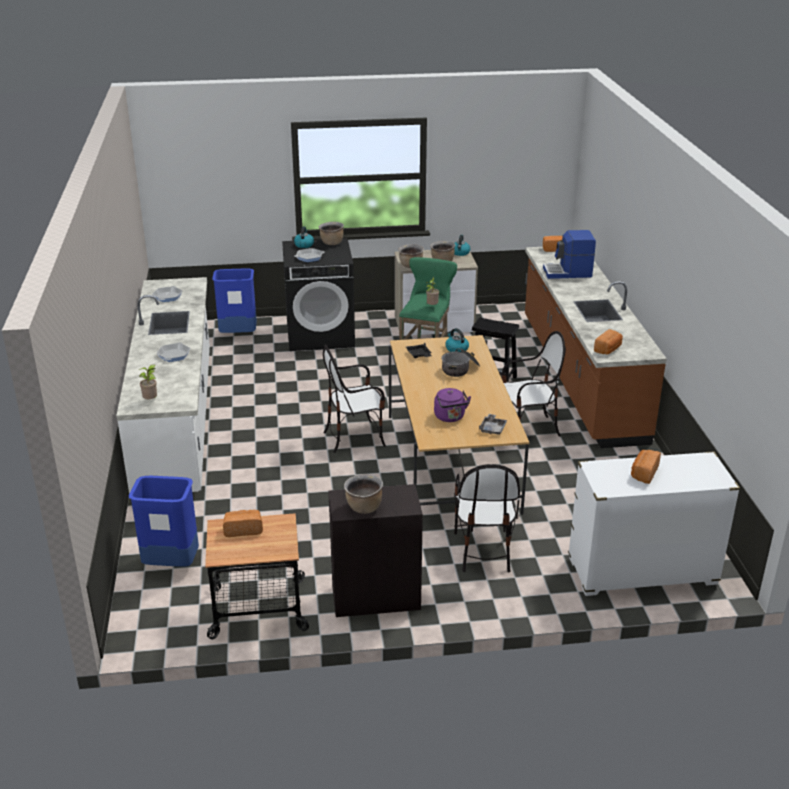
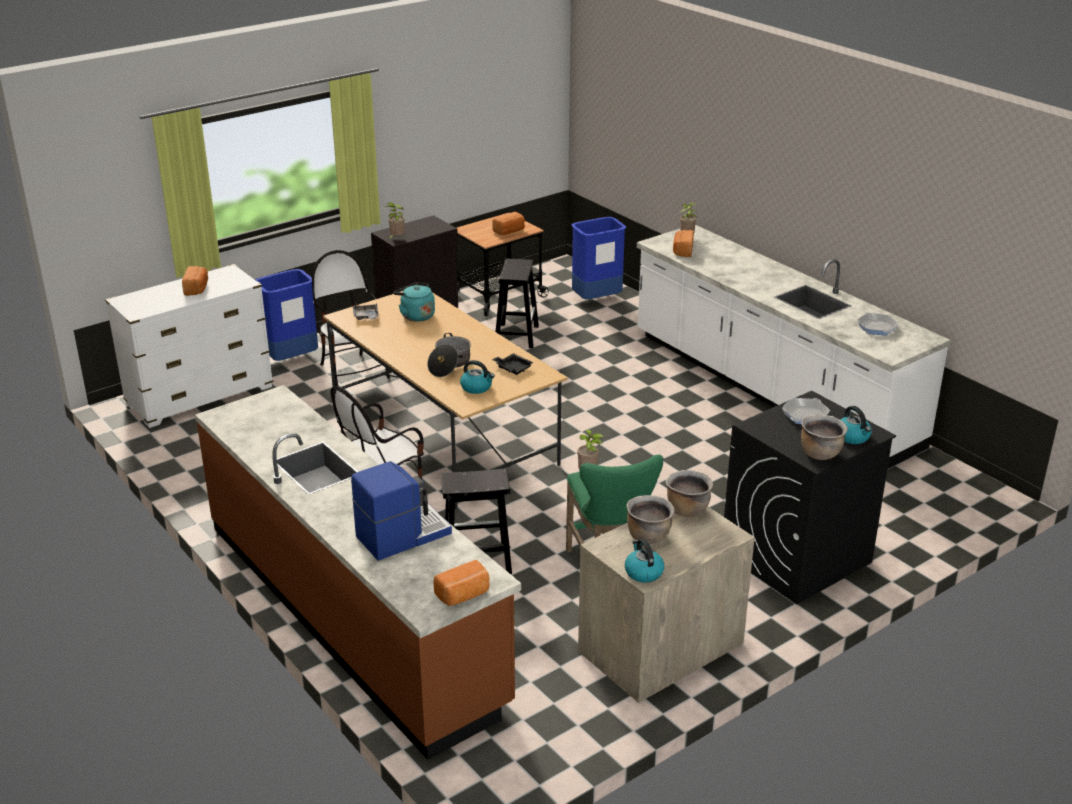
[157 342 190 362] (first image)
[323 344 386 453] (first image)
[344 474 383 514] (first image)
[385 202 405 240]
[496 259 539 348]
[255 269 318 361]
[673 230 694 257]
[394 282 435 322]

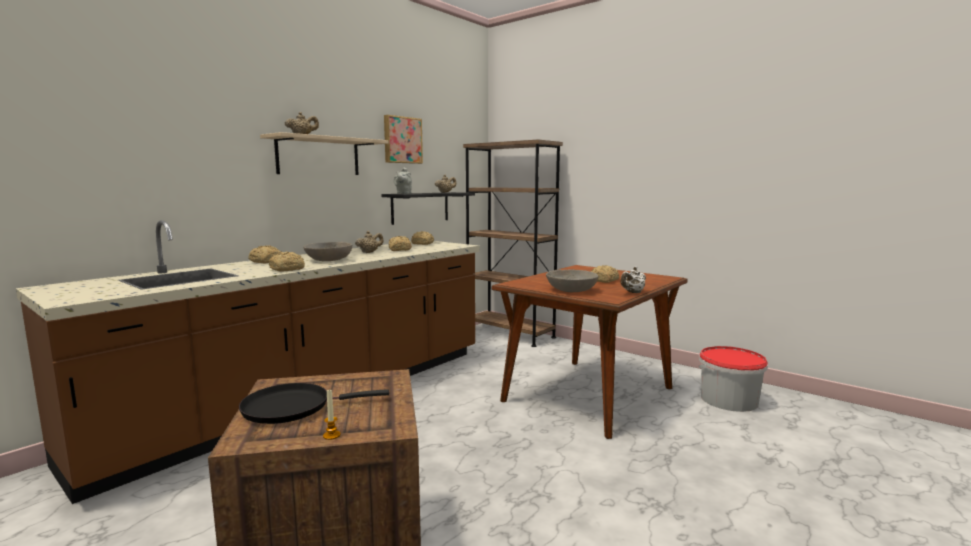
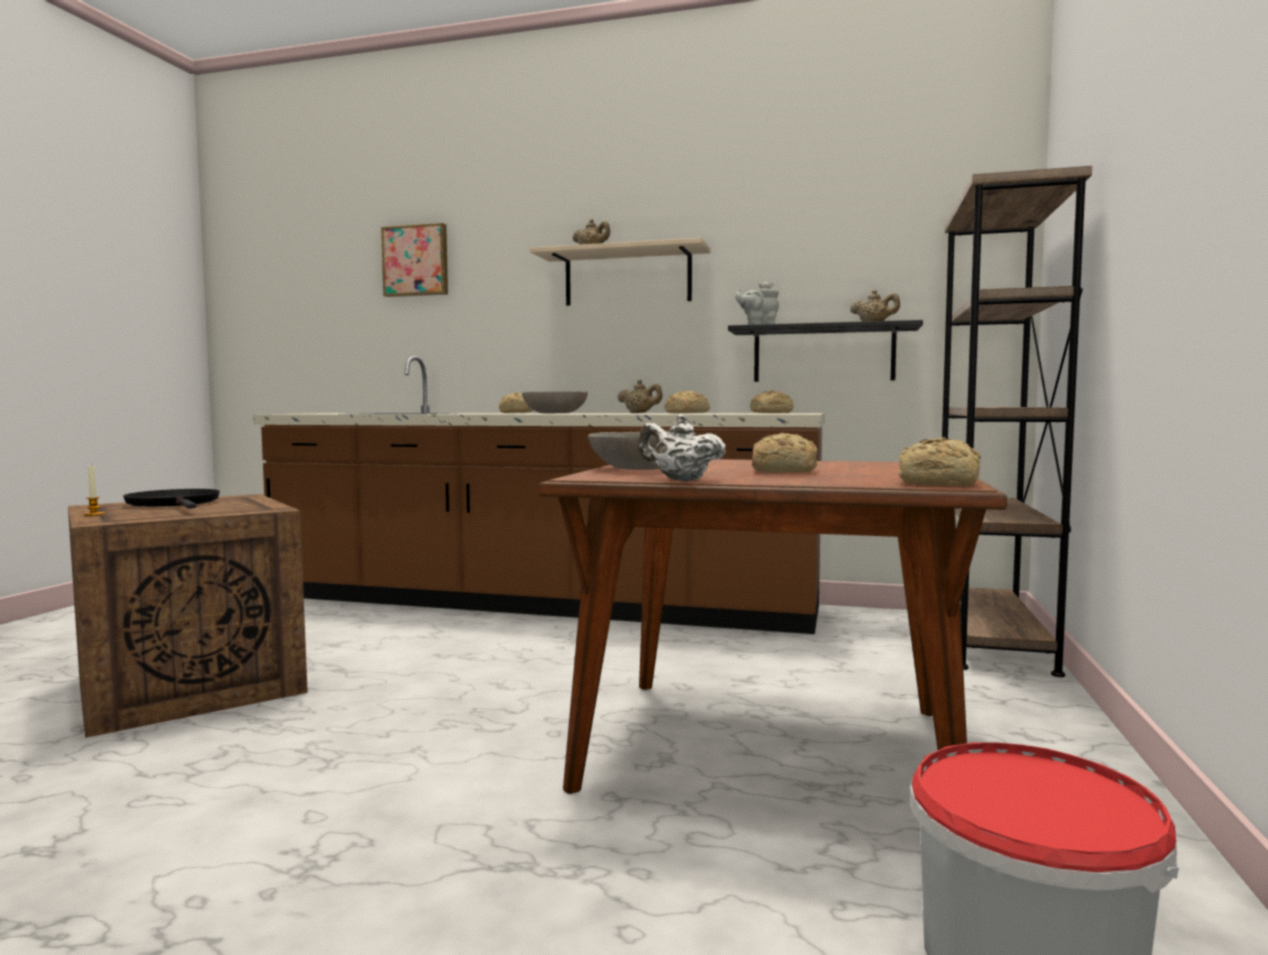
[899 437 981 487]
[381 223 448 297]

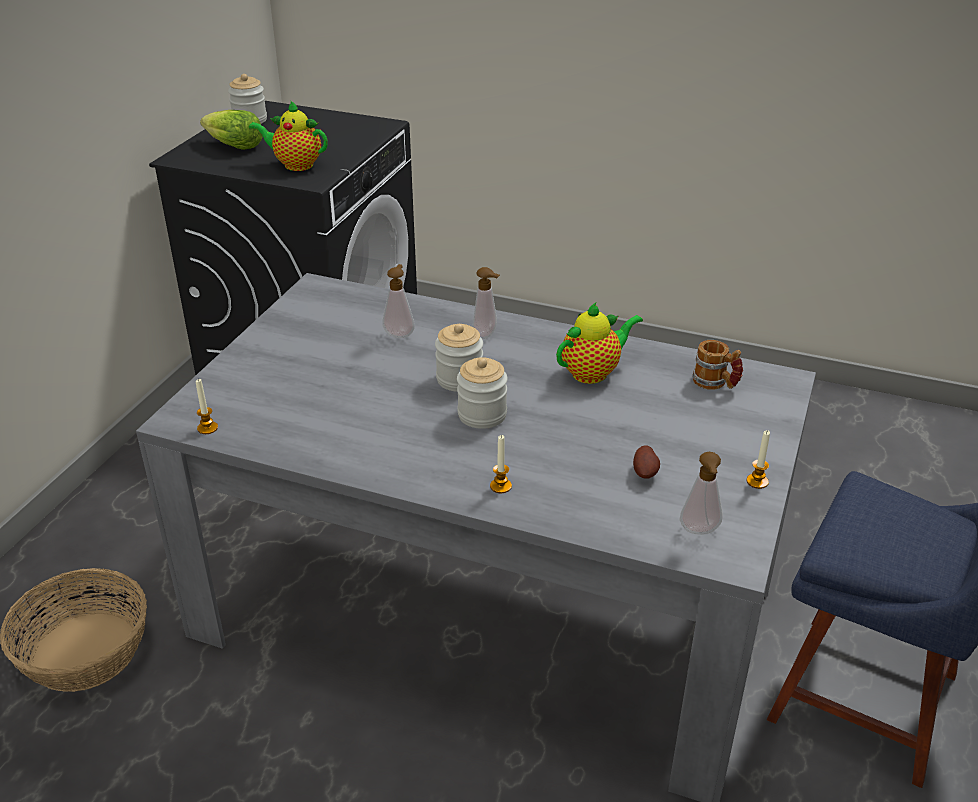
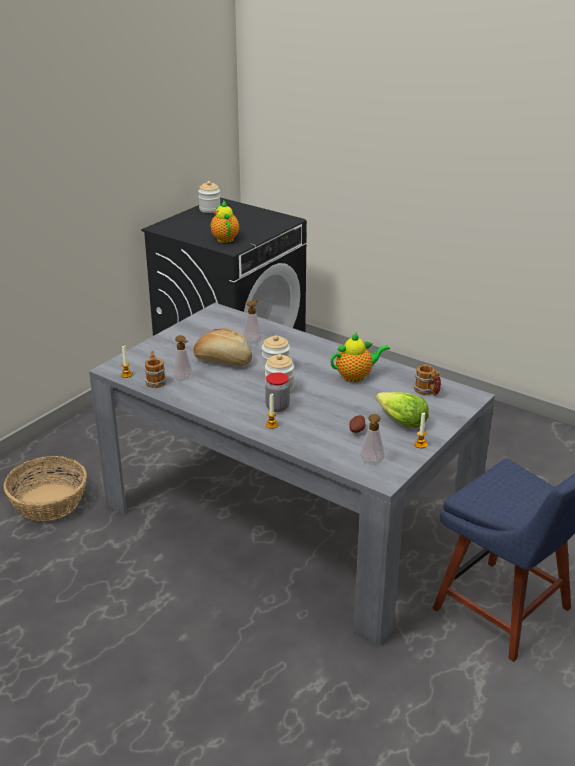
[145 351 166 388]
[193 328 252 366]
[265 372 290 412]
[376 392 429 428]
[173 335 192 381]
[210 201 239 243]

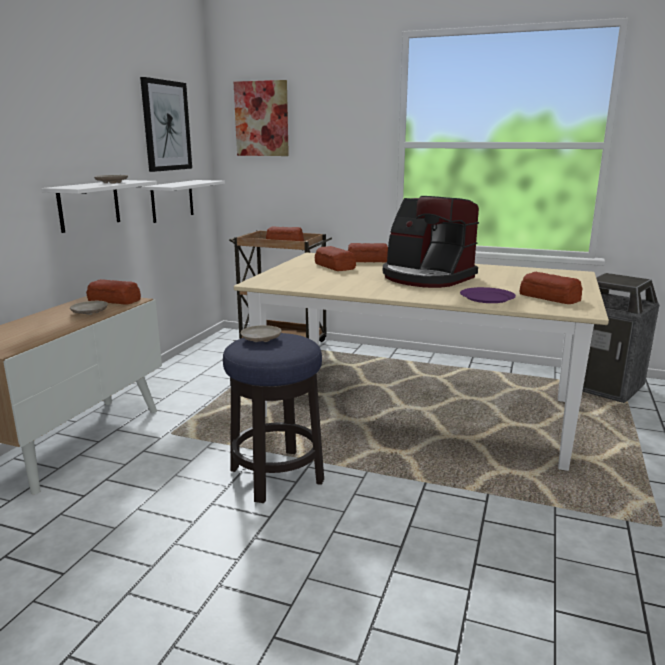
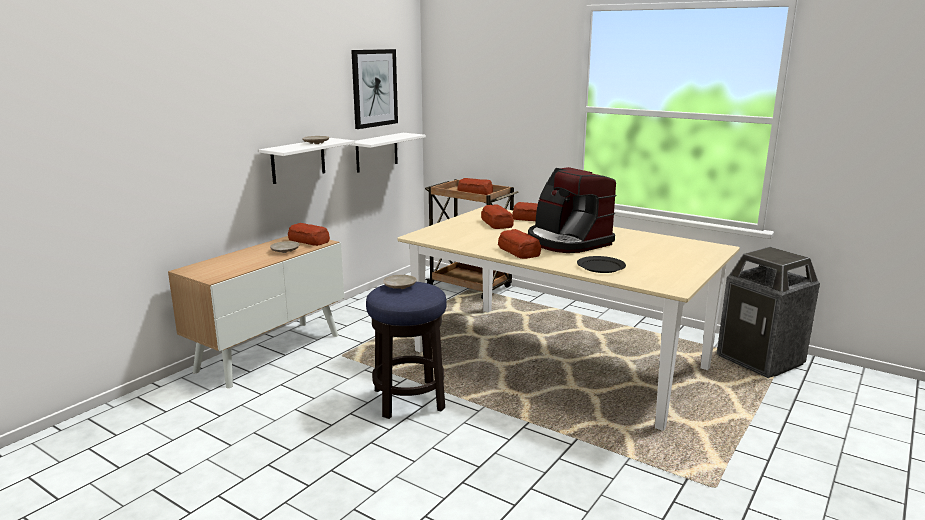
[234 80 289 156] (first image)
[498 229 541 259]
[577 256 626 273]

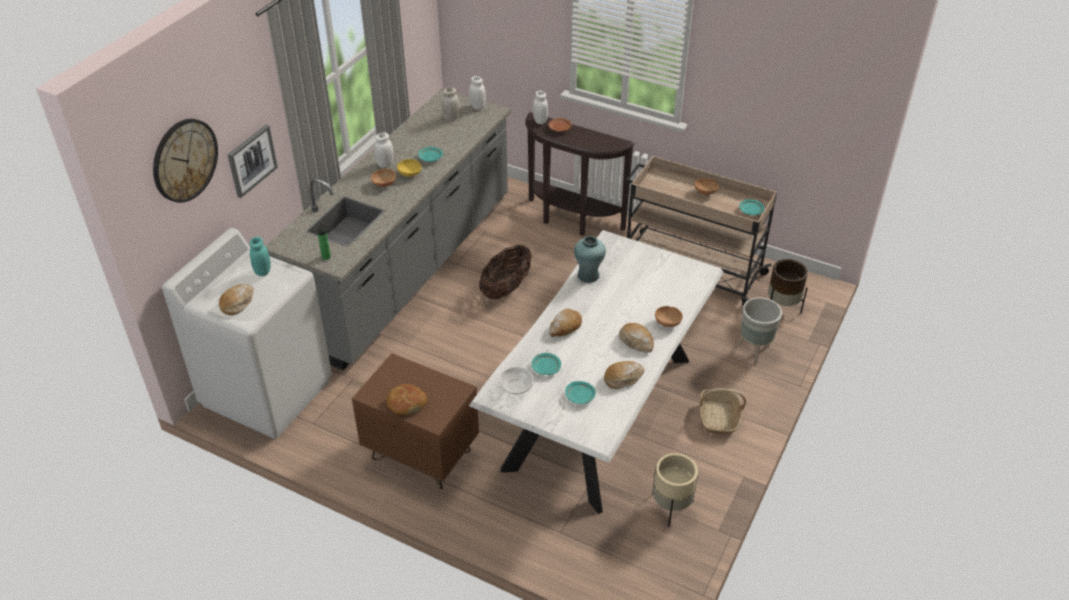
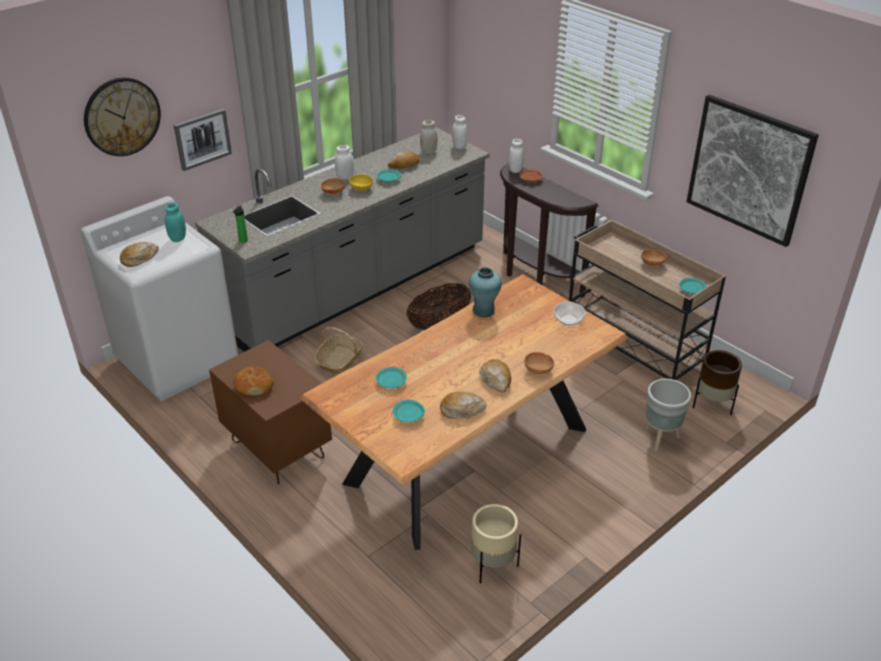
[687 95 819 247]
[554 302 586 325]
[388 151 420 169]
[314 327 363 374]
[300 274 628 550]

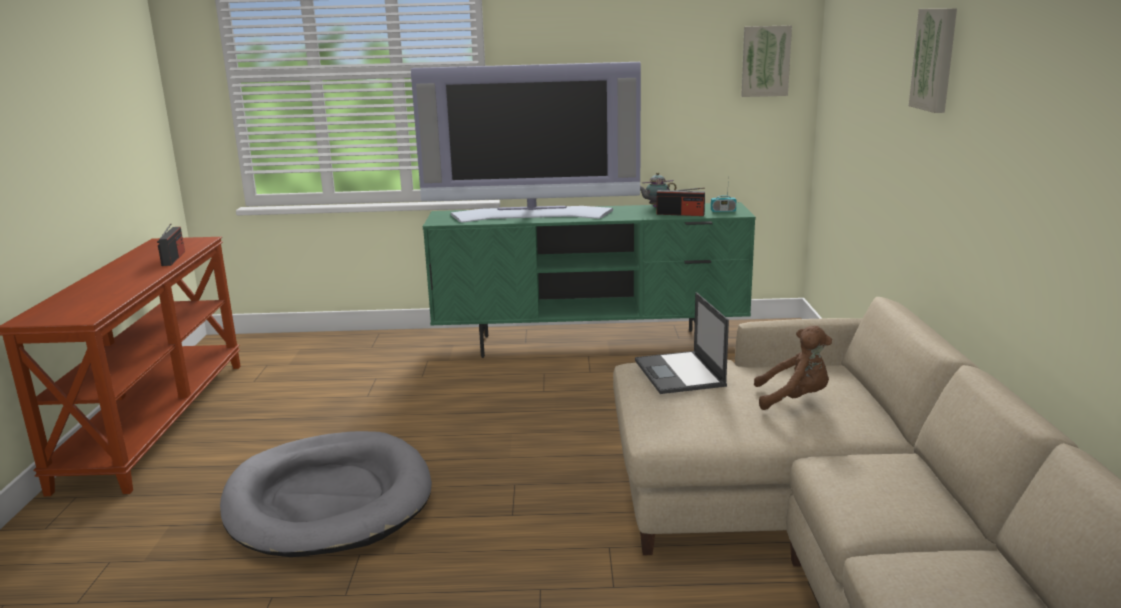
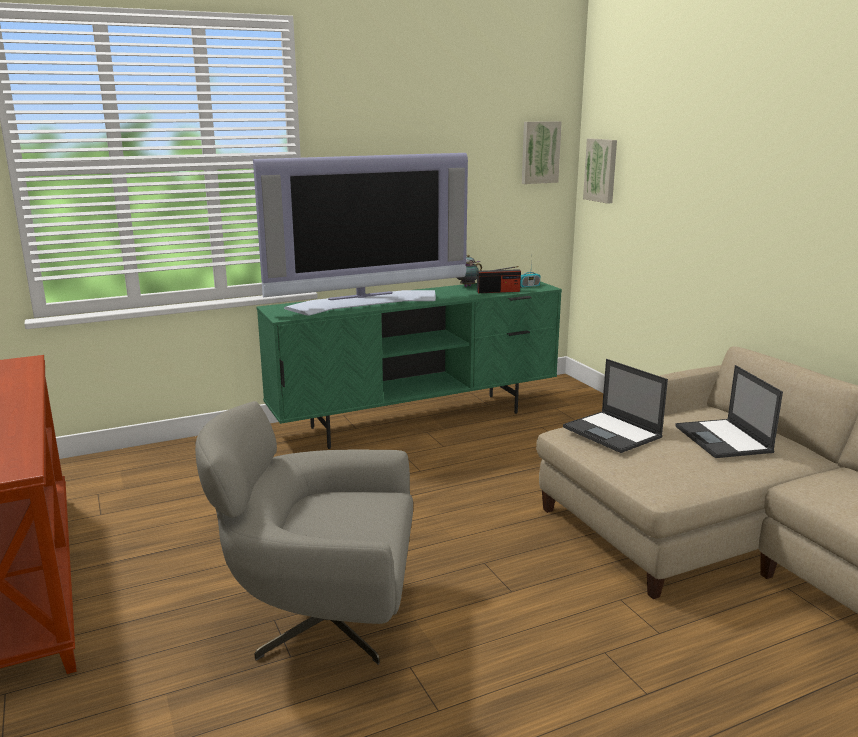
[157 223 185 266] (first image)
[583 138 617 204]
[195 401 413 665]
[675 365 783 458]

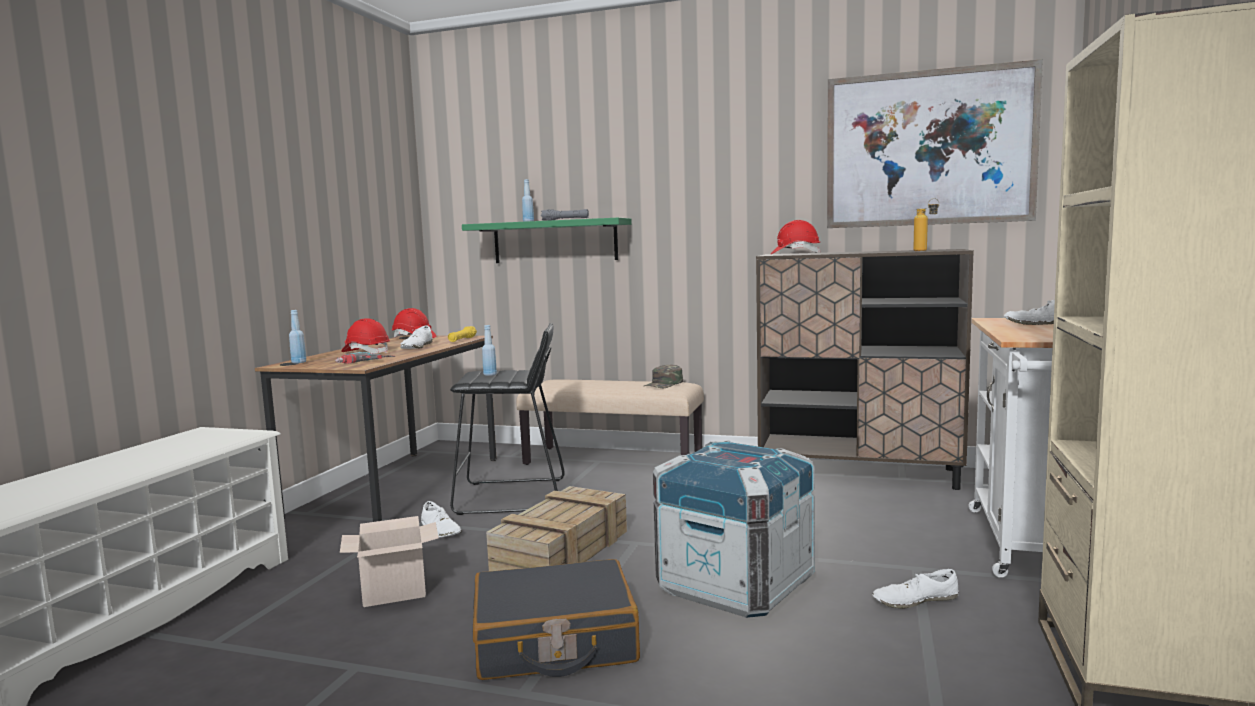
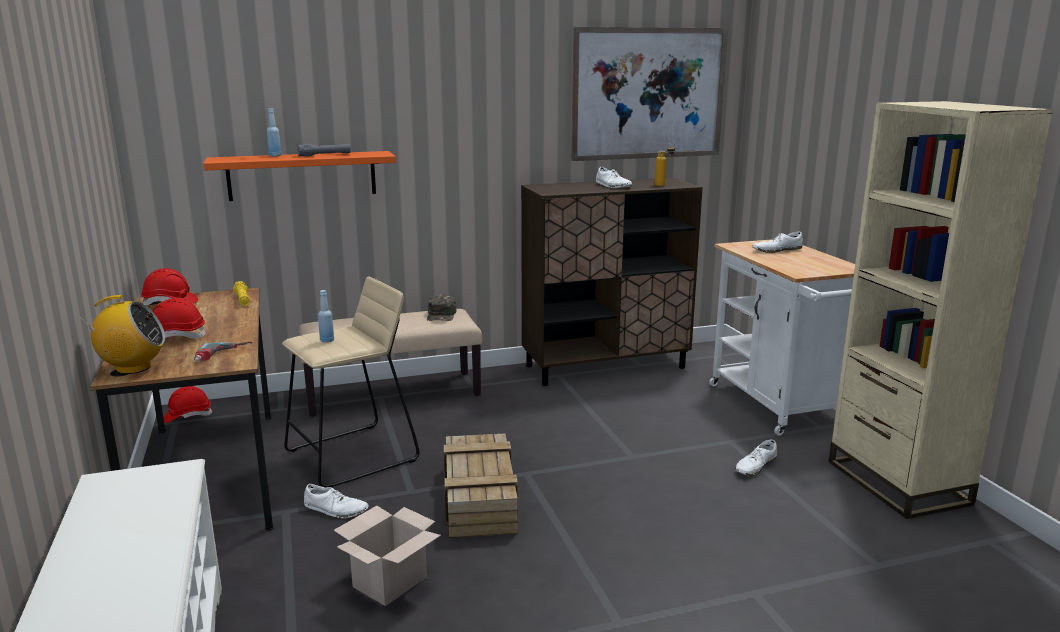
[473 559 640 680] (first image)
[653 440 815 618] (first image)
[596 167 632 188]
[163 386 213 423]
[80 295 165 374]
[282 276 419 488]
[203 151 396 201]

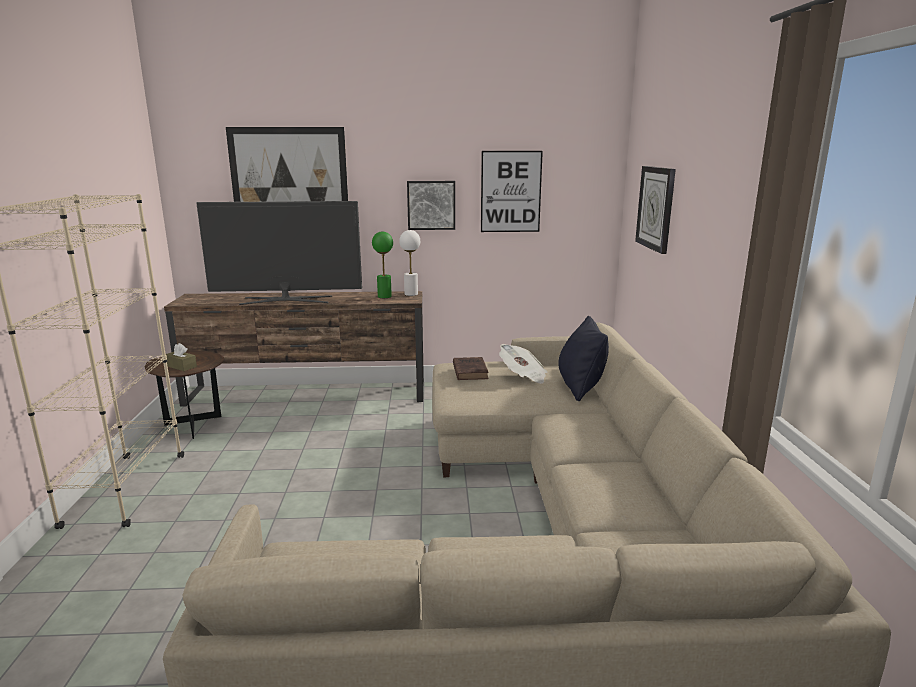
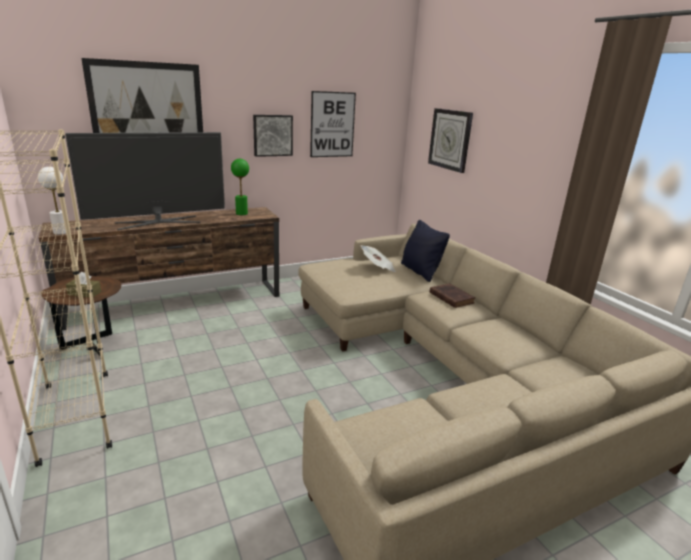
[38 167 66 235]
[430 283 475 308]

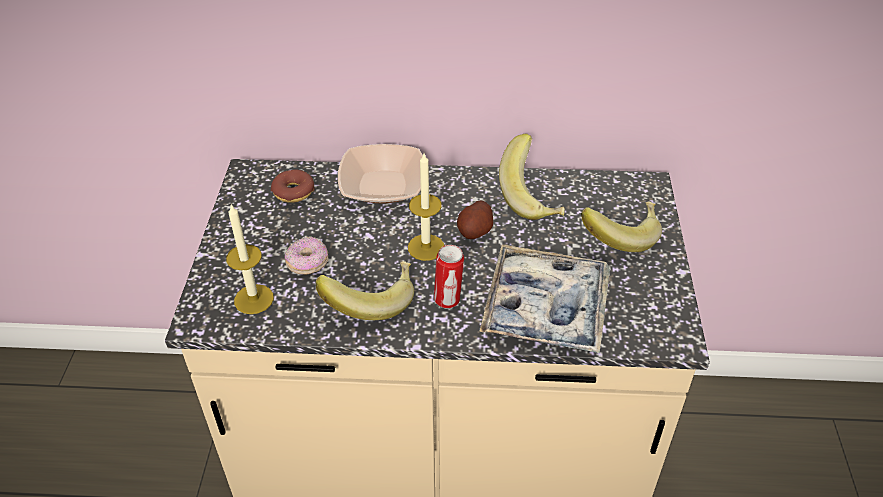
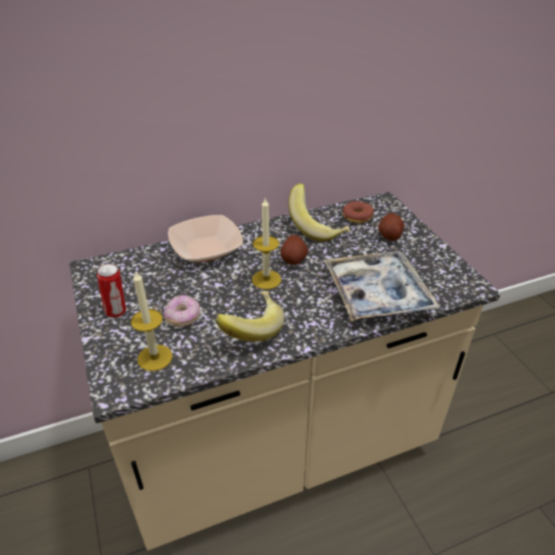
[343 201 374 223]
[97 264 126 318]
[378 213 404 241]

